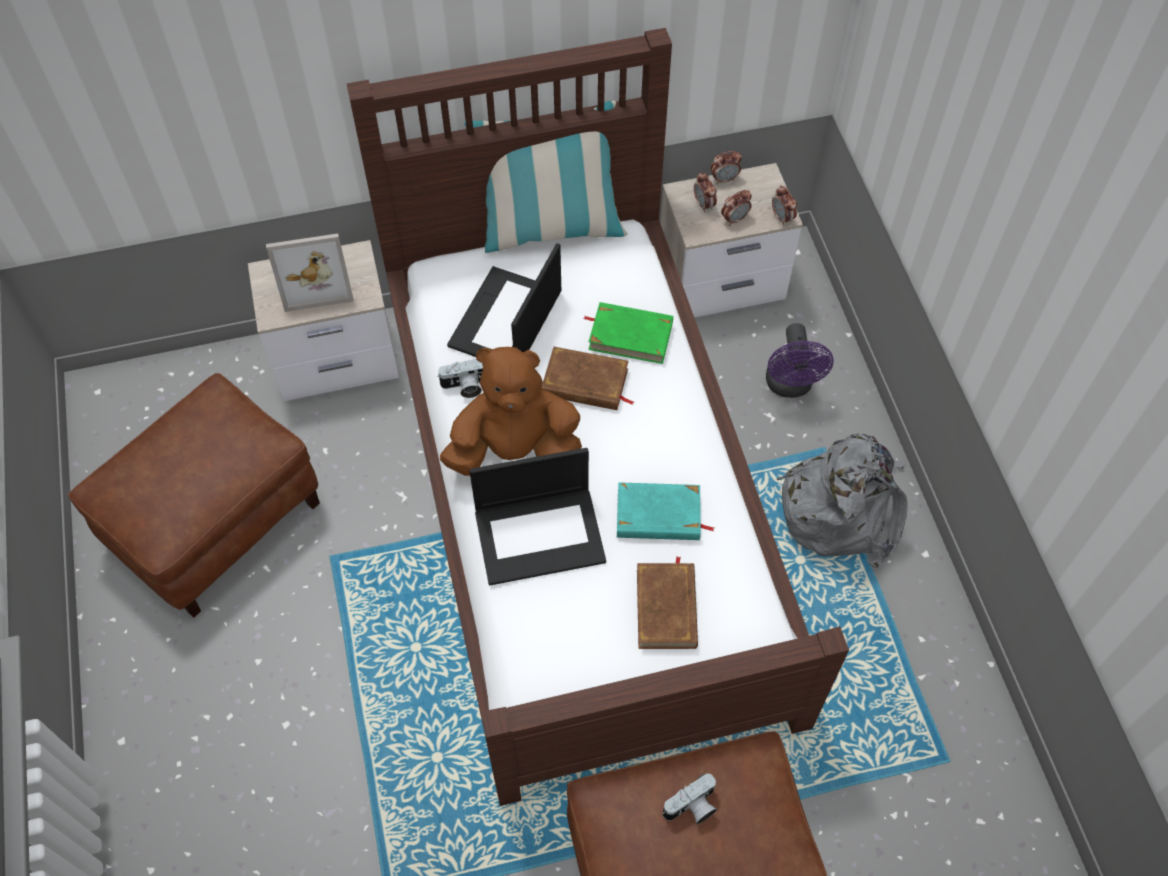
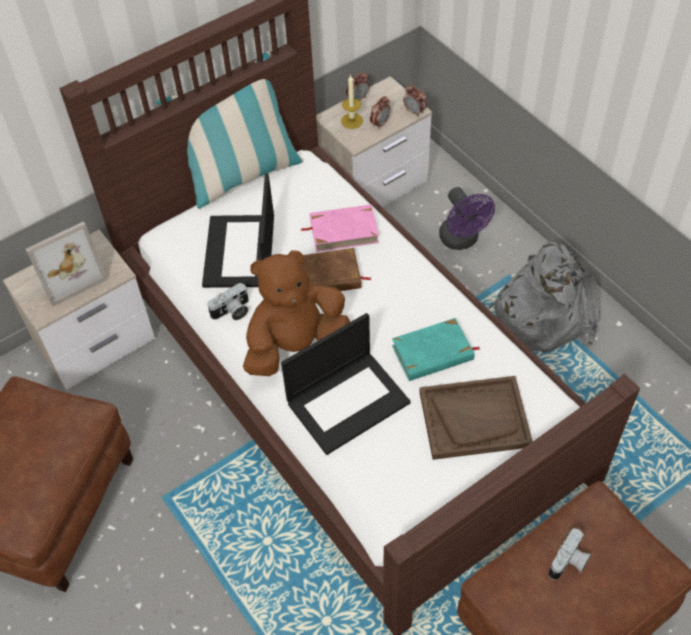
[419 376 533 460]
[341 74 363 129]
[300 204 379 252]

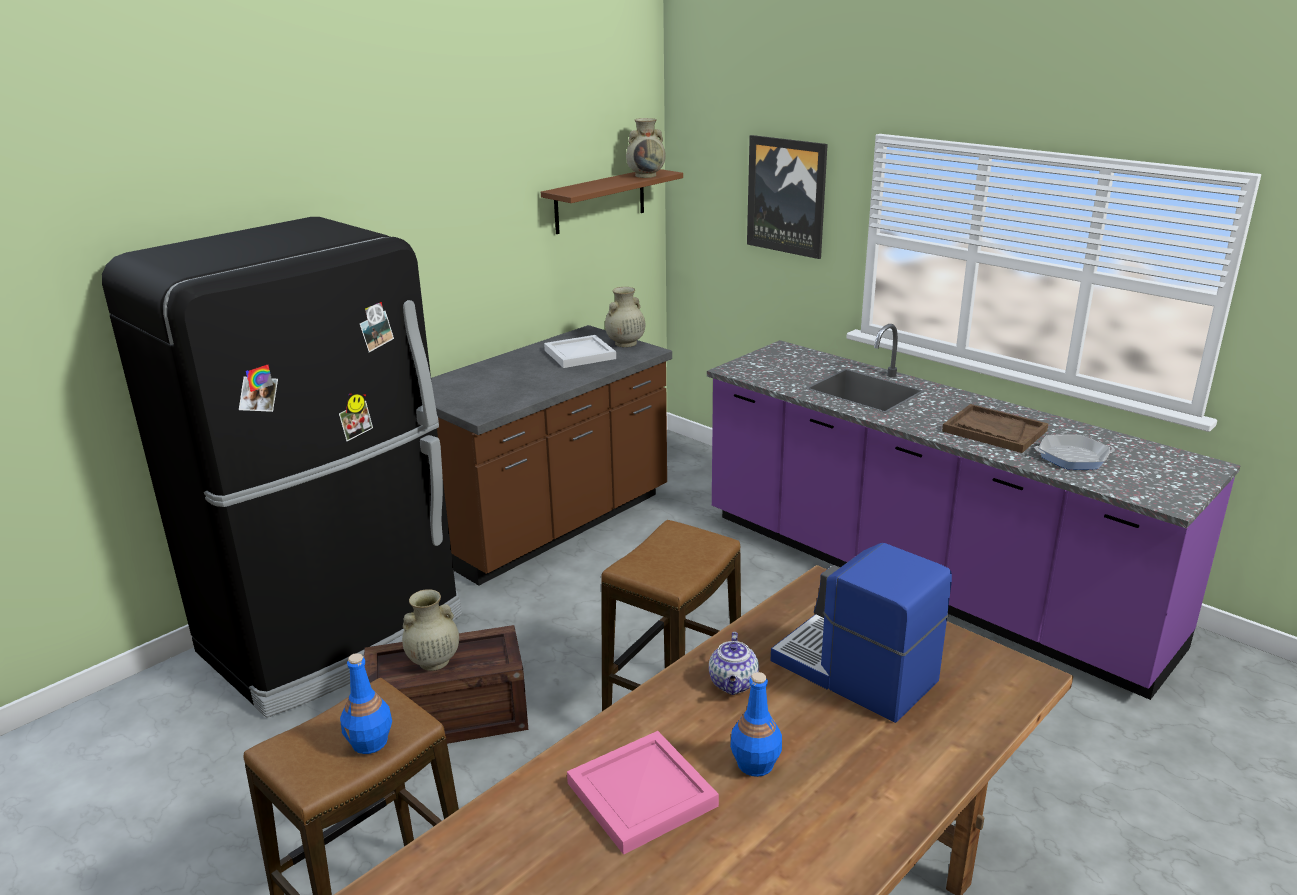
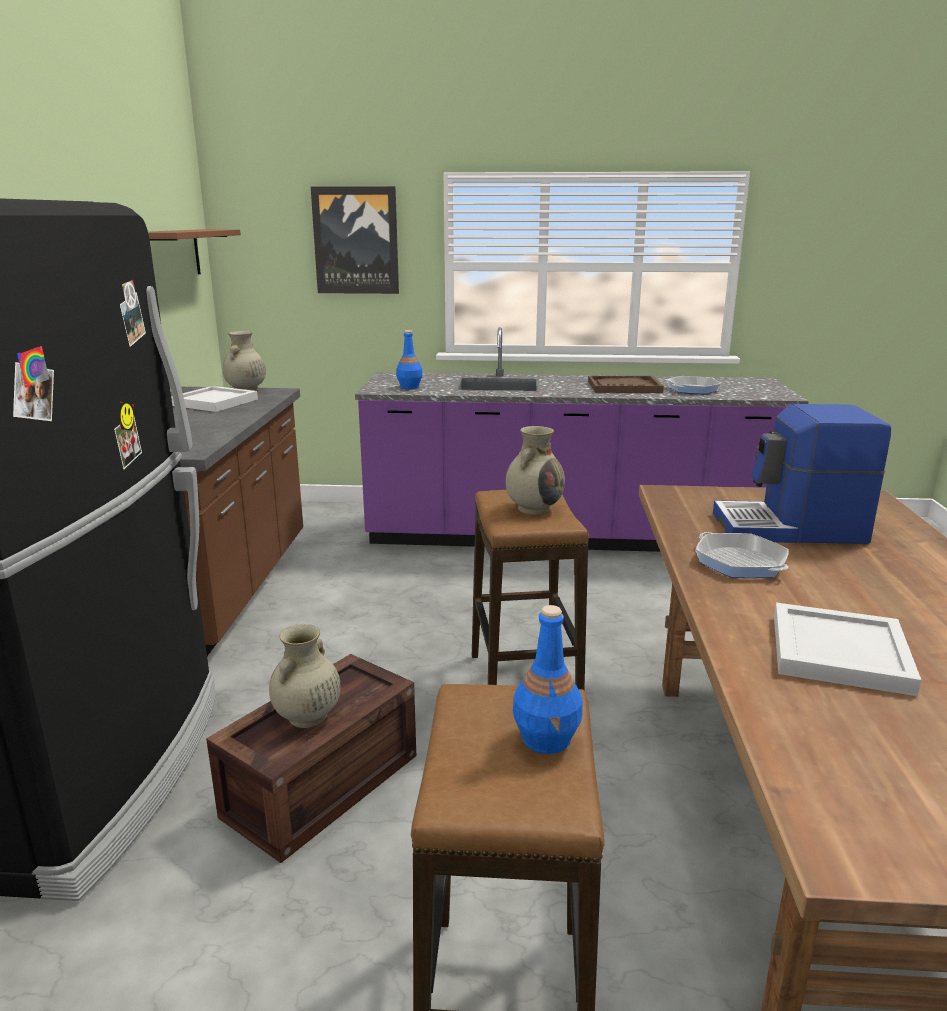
[505 426 565 515]
[396 330 423 389]
[695 532 789 578]
[774 603 921 696]

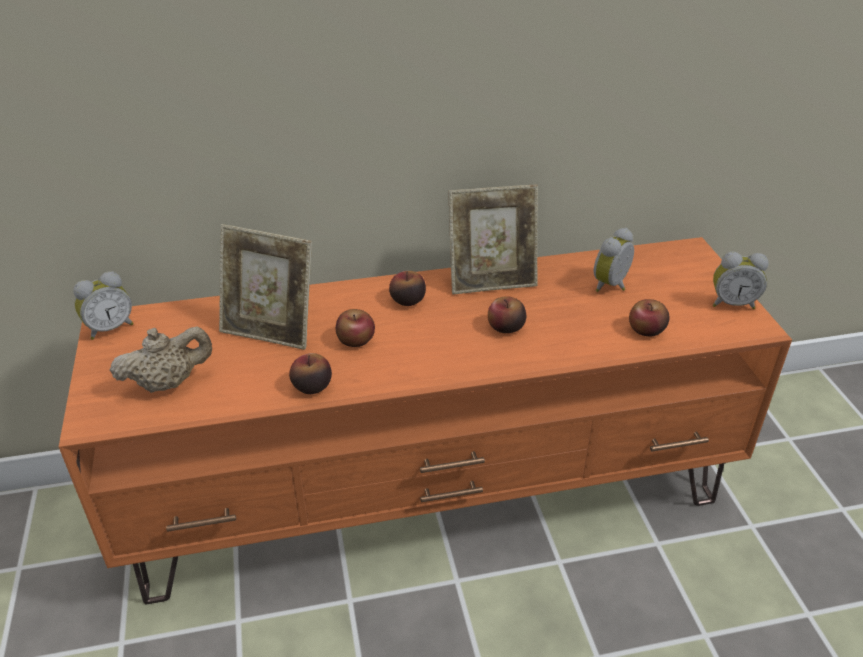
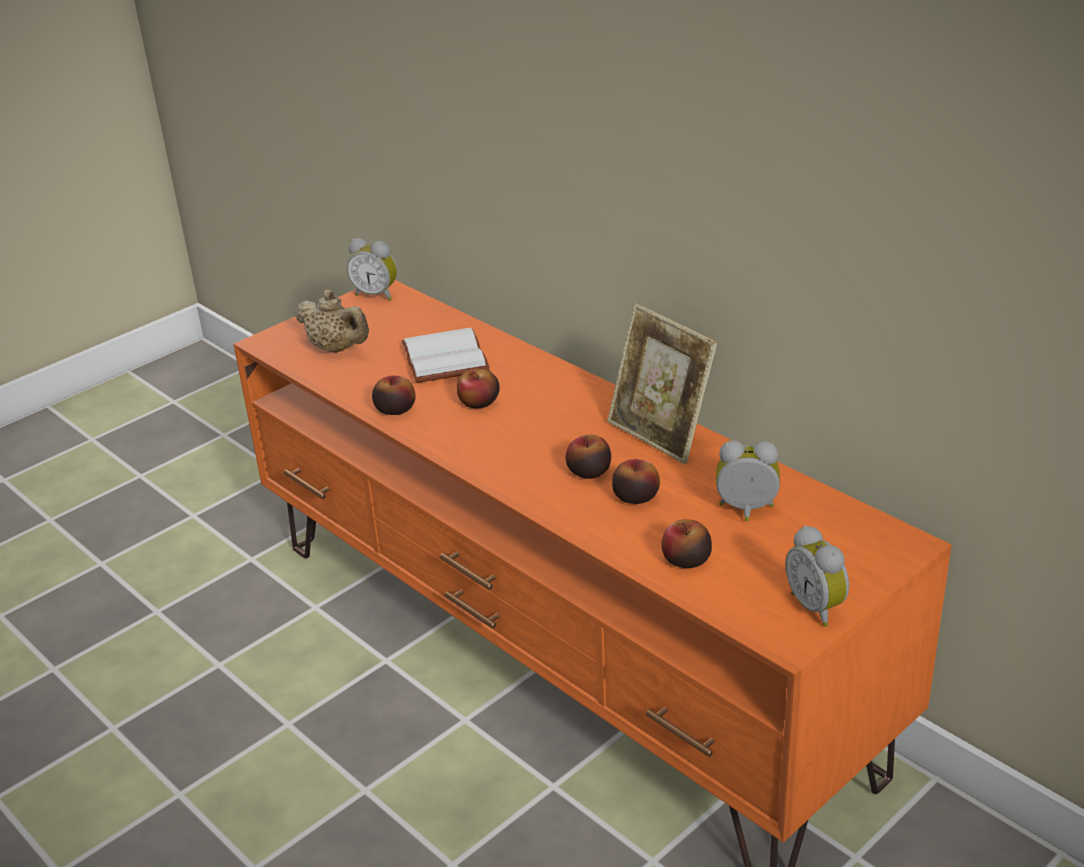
[612 459 660 504]
[402 327 490 383]

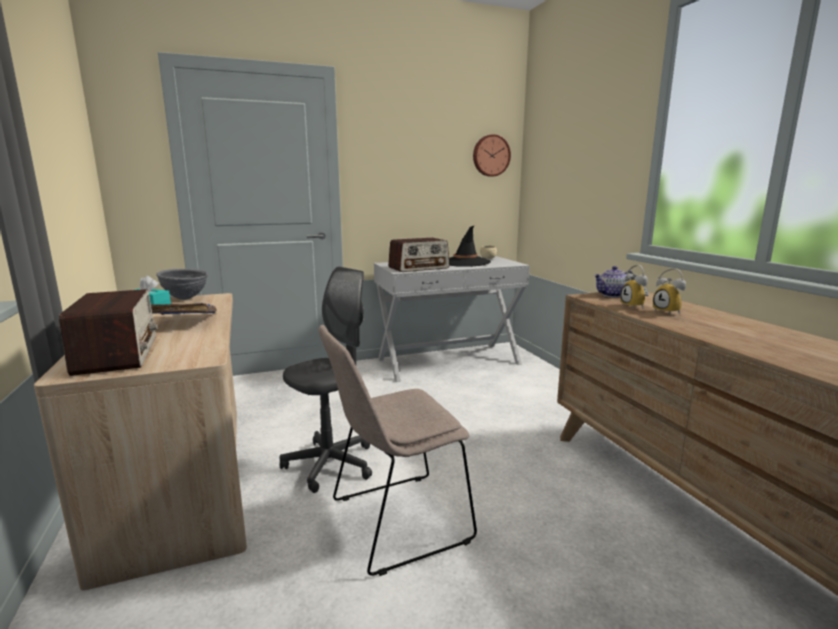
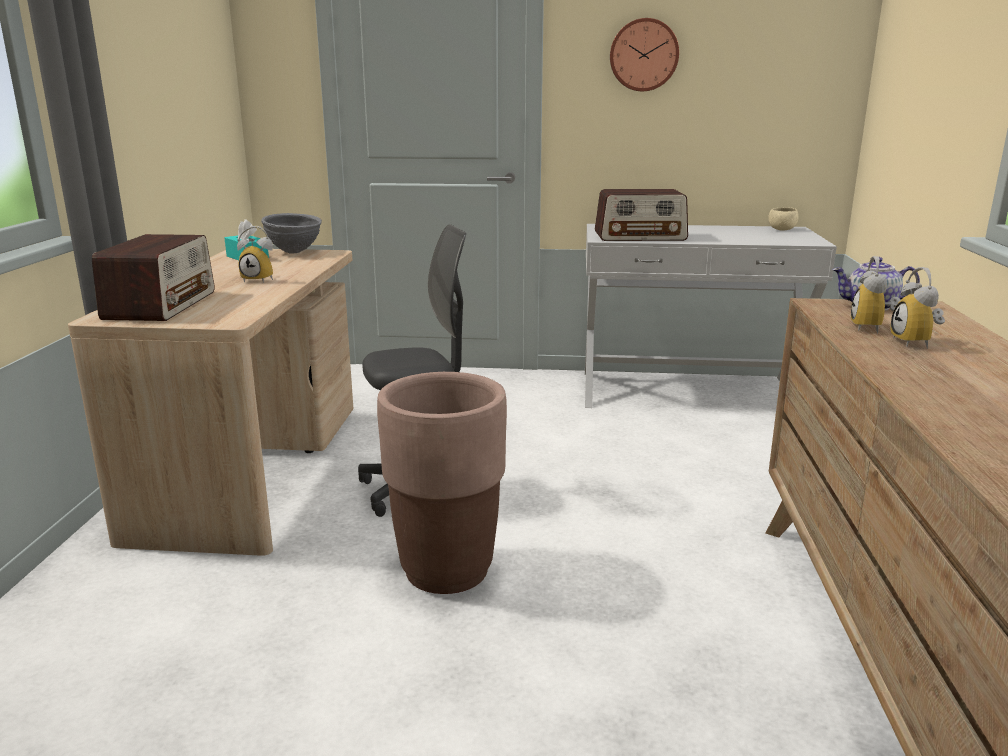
[449 226 491 267] (first image)
[610 18 679 91]
[237 226 273 283]
[377 372 507 594]

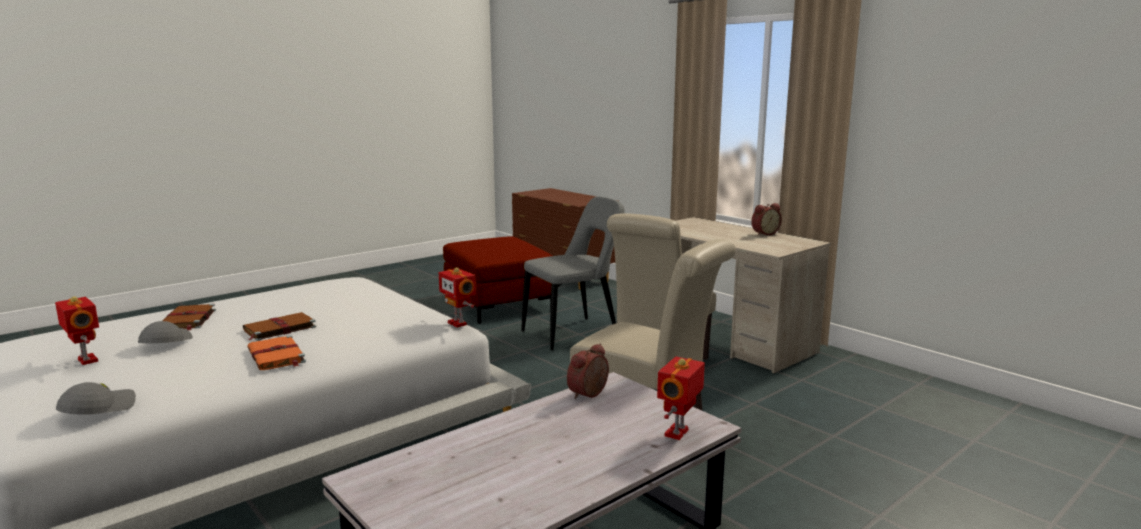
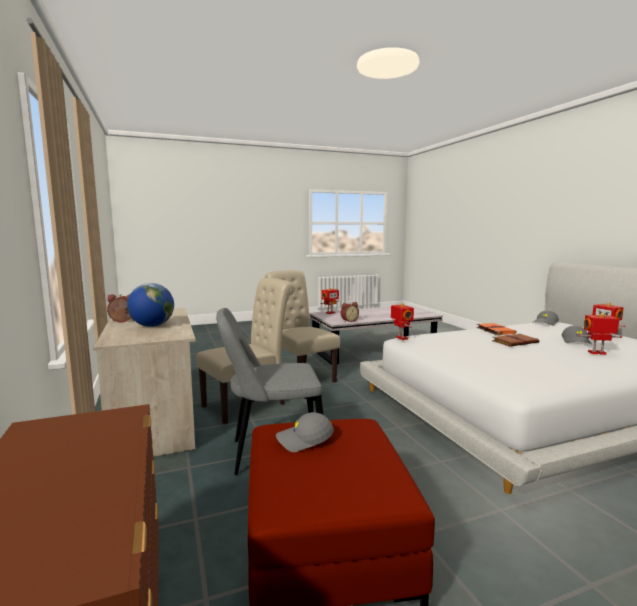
[127 283 174 327]
[276 412 334 452]
[578 313 622 355]

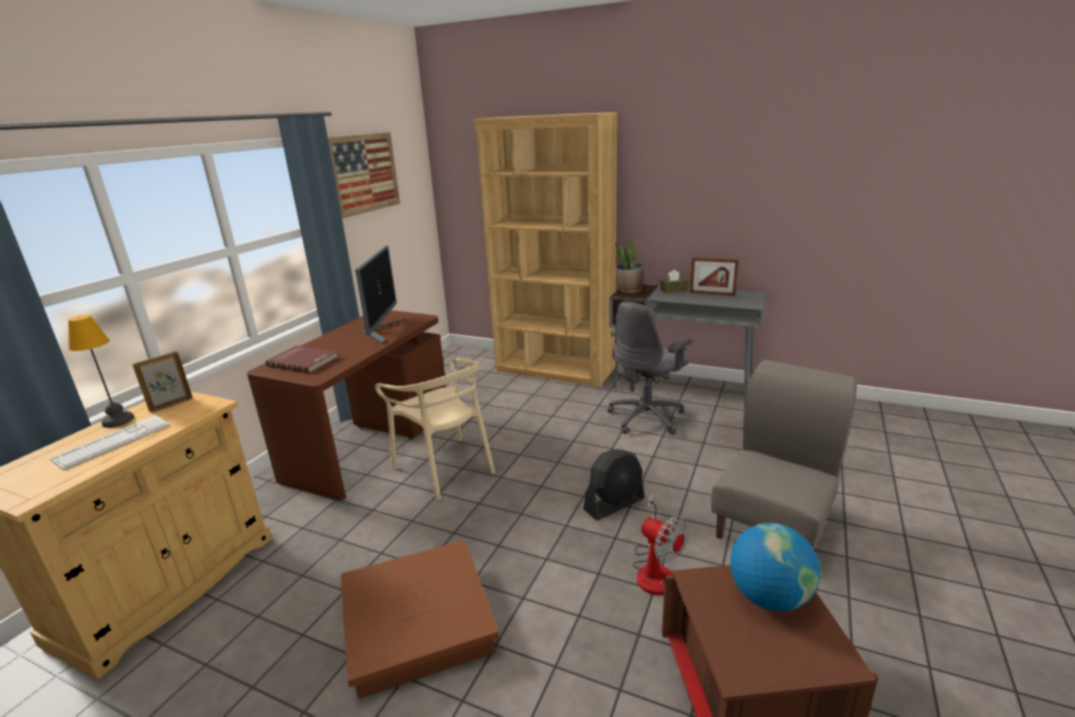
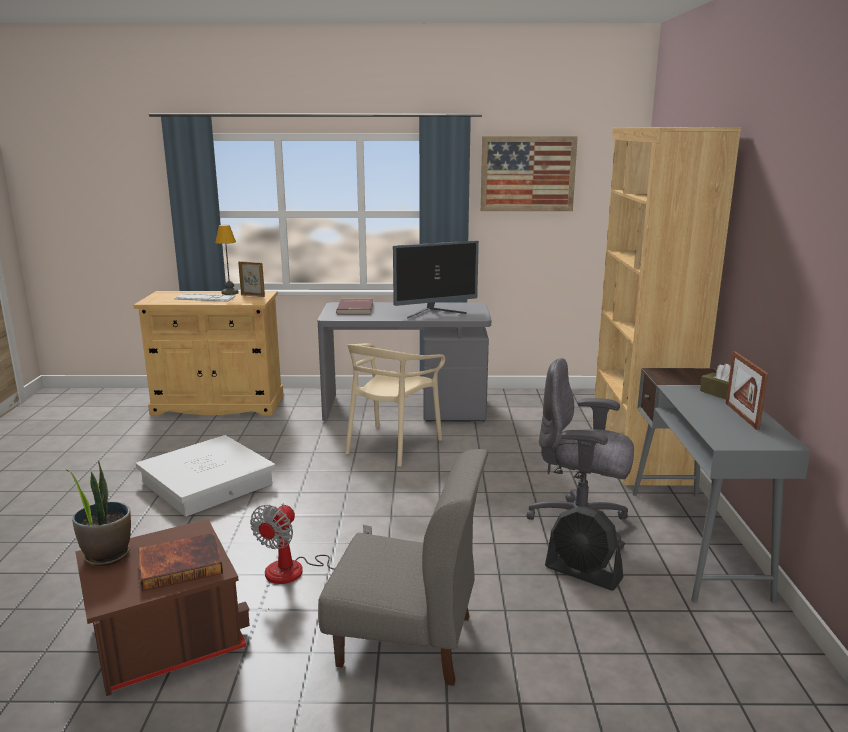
[545 506 623 590]
[67 461 131 566]
[138 533 223 591]
[318 302 491 422]
[136 435 276 517]

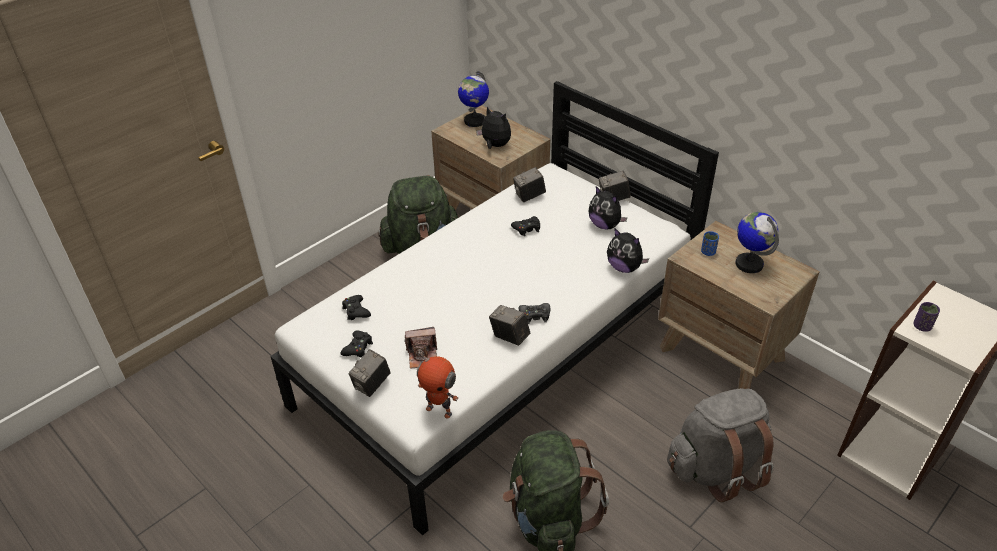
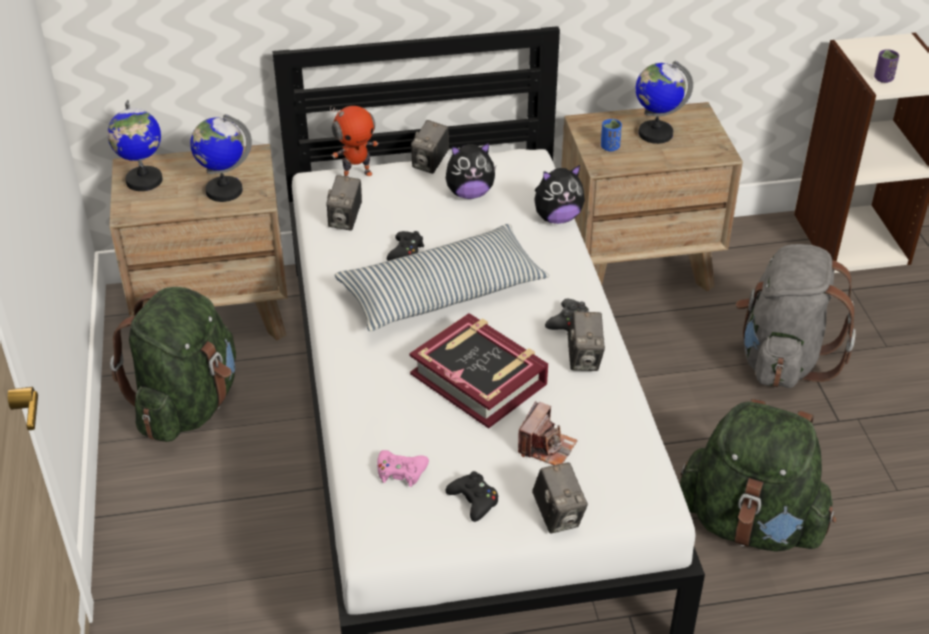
[335 224 549 331]
[409 313 548 429]
[330 106 378 177]
[190 114 252 202]
[377 450 429 487]
[567 311 605 371]

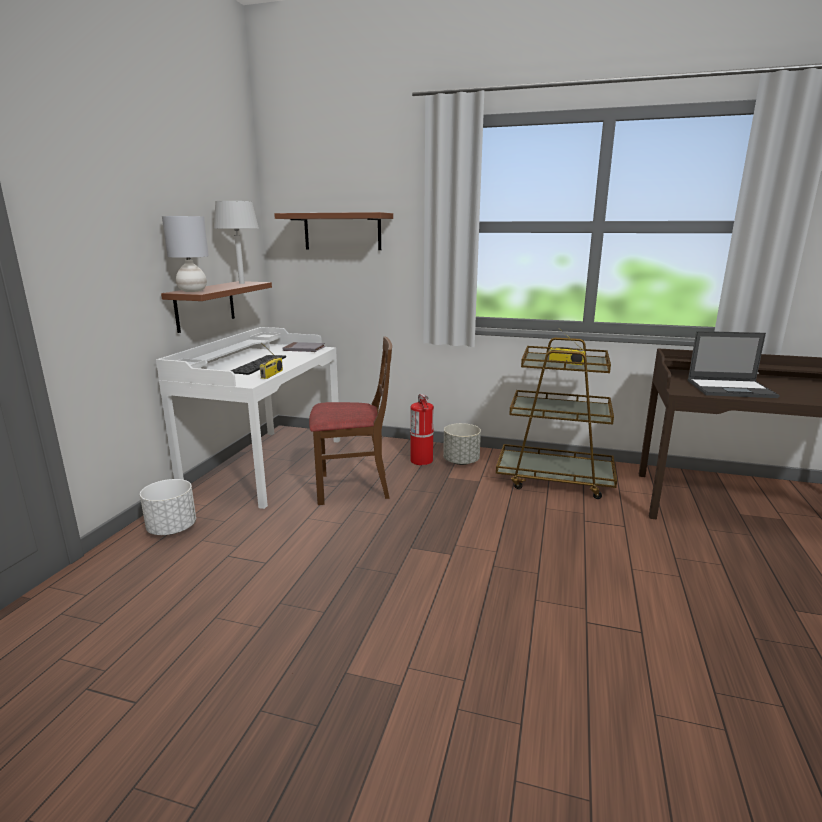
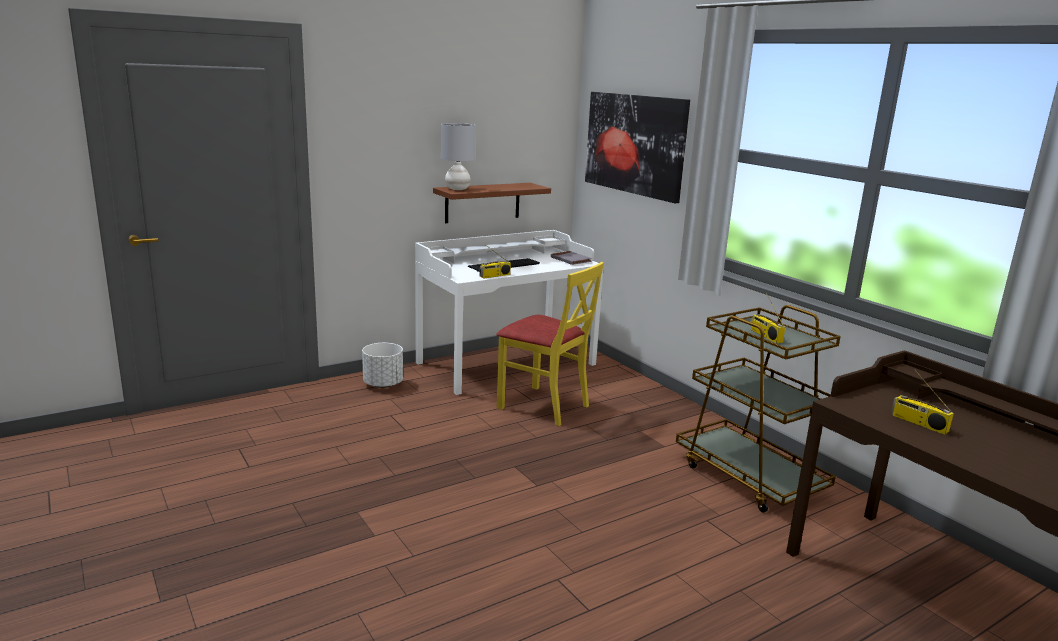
[214 201 259 284] (first image)
[410 394 434 465] (first image)
[443 423 481 465] (first image)
[585 92 690 203]
[891 370 954 435]
[496 262 604 426]

